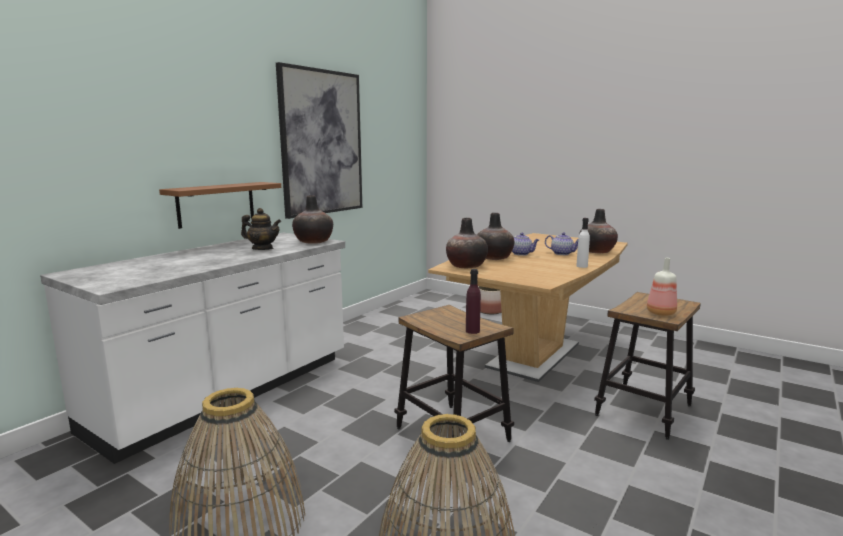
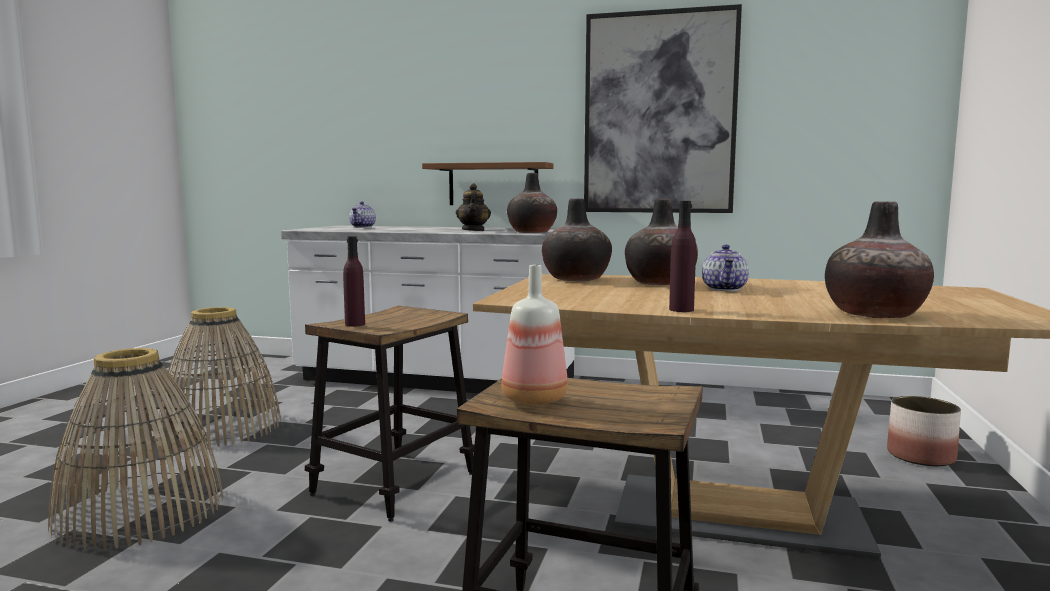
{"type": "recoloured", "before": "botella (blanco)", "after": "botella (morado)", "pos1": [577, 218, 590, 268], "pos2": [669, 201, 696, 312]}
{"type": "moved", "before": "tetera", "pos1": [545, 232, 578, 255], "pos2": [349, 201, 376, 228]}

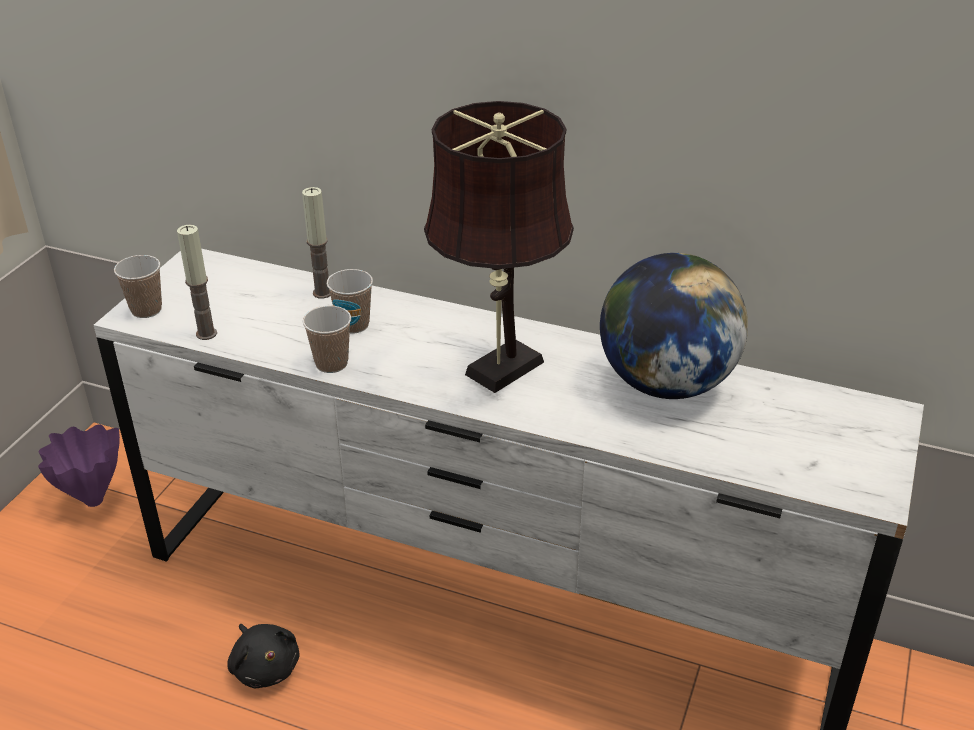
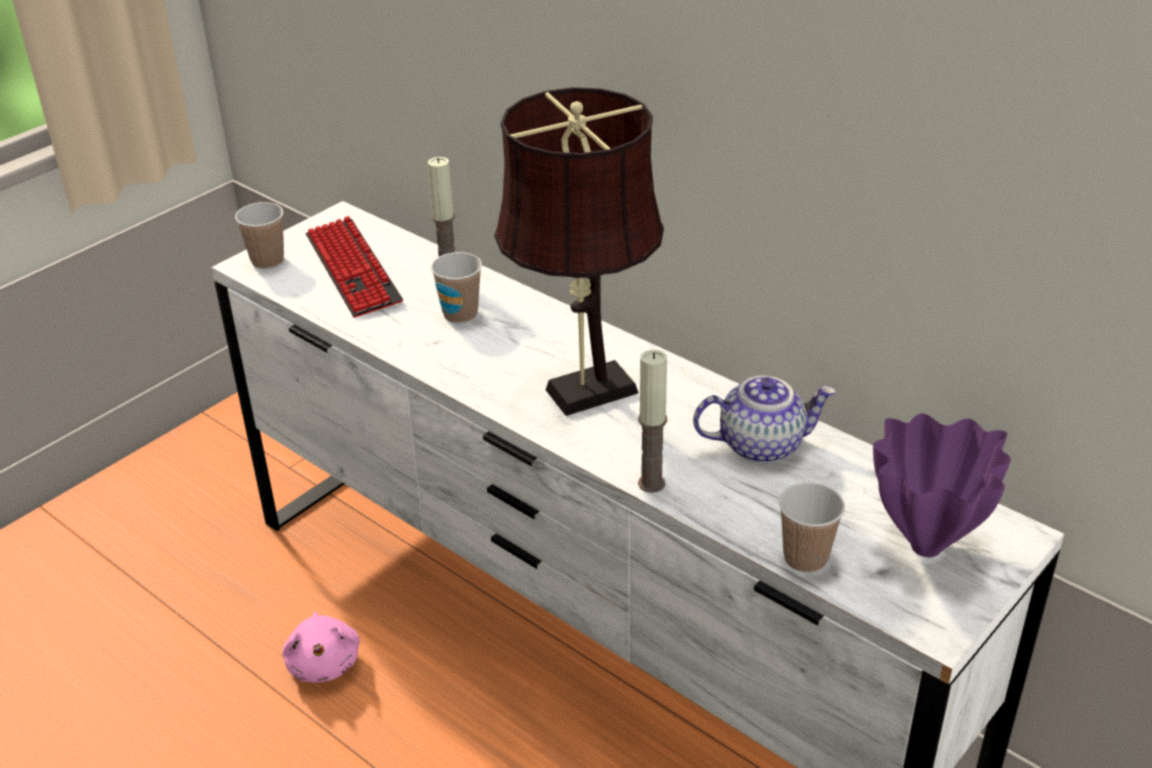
{"type": "moved", "before": "vela", "pos1": [177, 225, 217, 340], "pos2": [638, 350, 667, 493]}
{"type": "replaced", "before": "globo terráqueo", "after": "tetera", "pos1": [600, 253, 748, 399], "pos2": [693, 376, 836, 463]}
{"type": "moved", "before": "taza", "pos1": [303, 306, 351, 373], "pos2": [779, 482, 845, 573]}
{"type": "moved", "before": "florero (morado)", "pos1": [38, 424, 120, 507], "pos2": [873, 414, 1011, 557]}
{"type": "recoloured", "before": "peluche (negro)", "after": "peluche (rosa)", "pos1": [227, 624, 299, 688], "pos2": [282, 612, 360, 683]}
{"type": "added", "after": "teclado", "pos2": [306, 216, 403, 318]}

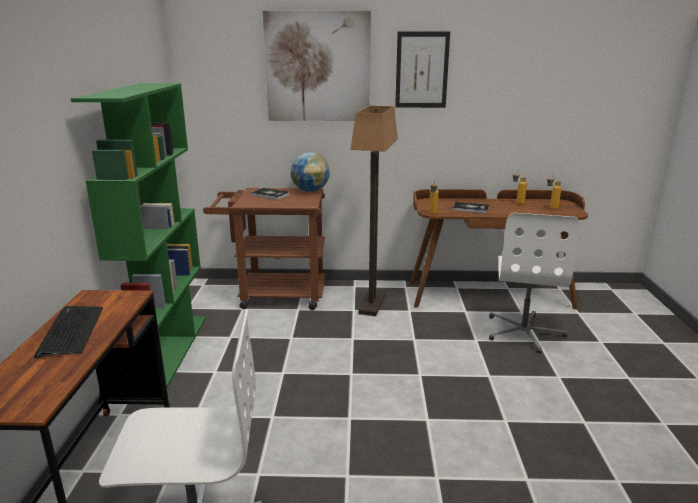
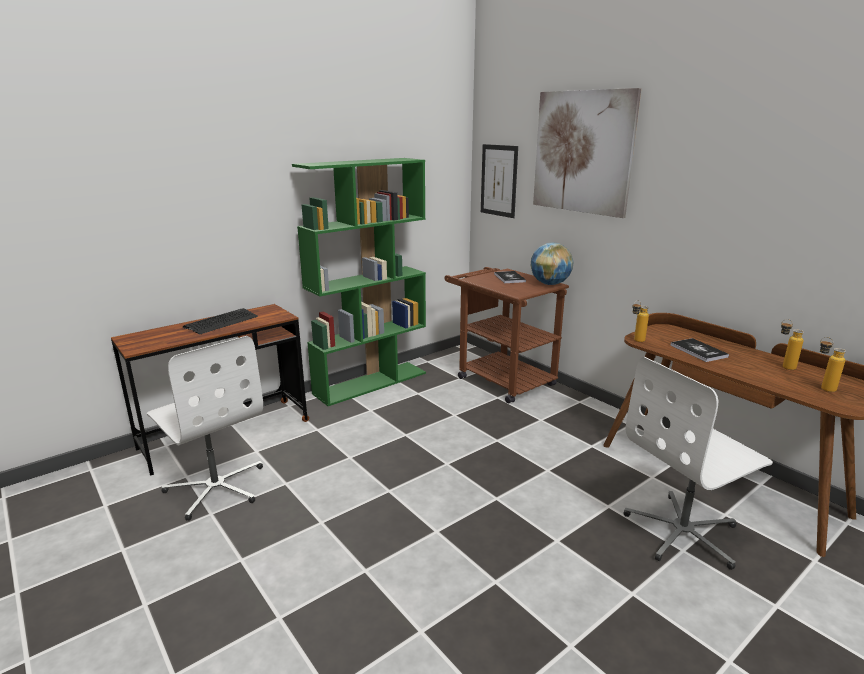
{"type": "moved", "before": "cuadro", "pos1": [395, 31, 450, 108], "pos2": [481, 144, 518, 218]}
{"type": "removed", "before": "lámpara de pie", "pos1": [350, 106, 398, 316]}

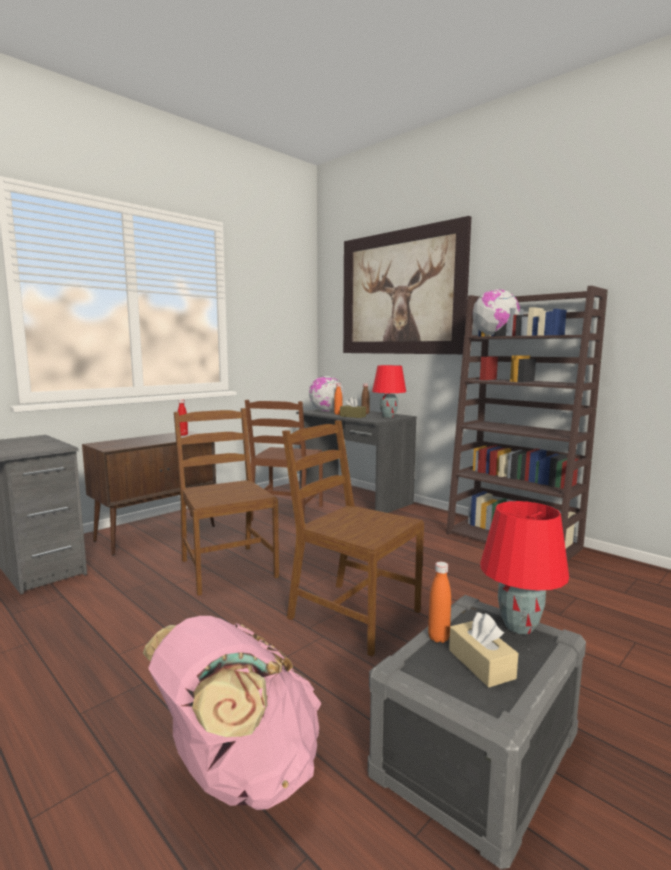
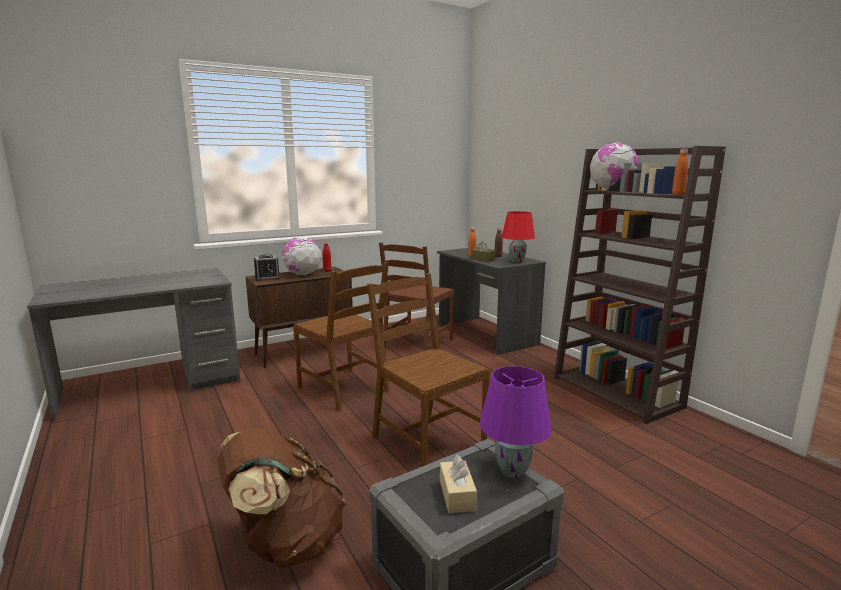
{"type": "removed", "before": "cuadro", "pos1": [343, 216, 471, 354]}
{"type": "moved", "before": "globo terráqueo", "pos1": [309, 376, 344, 411], "pos2": [282, 237, 322, 275]}
{"type": "turned", "before": "silla (marrón)", "pos1": [174, 408, 279, 596], "pos2": [293, 262, 390, 411], "turn": 150}
{"type": "recoloured", "before": "lámpara de mesa (rojo)", "after": "lámpara de mesa (morado)", "pos1": [480, 501, 569, 634], "pos2": [480, 366, 552, 478]}
{"type": "moved", "before": "botella (naranja)", "pos1": [428, 562, 451, 643], "pos2": [672, 149, 688, 195]}
{"type": "recoloured", "before": "mochila (rosa)", "after": "mochila (marrón)", "pos1": [143, 616, 321, 810], "pos2": [217, 428, 346, 568]}
{"type": "added", "after": "despertador", "pos2": [254, 254, 281, 281]}

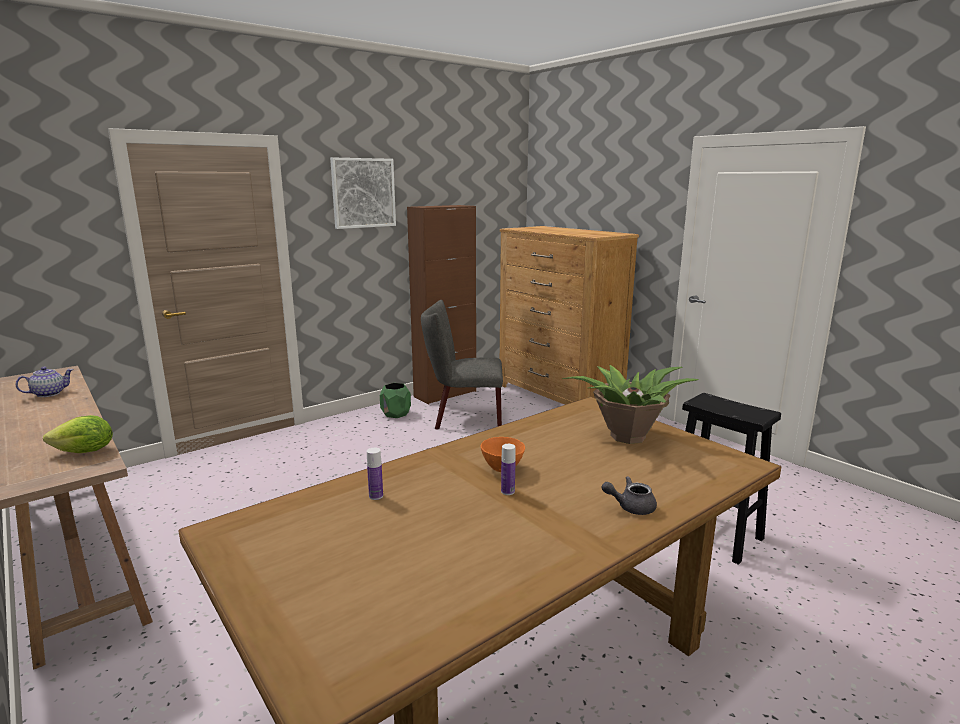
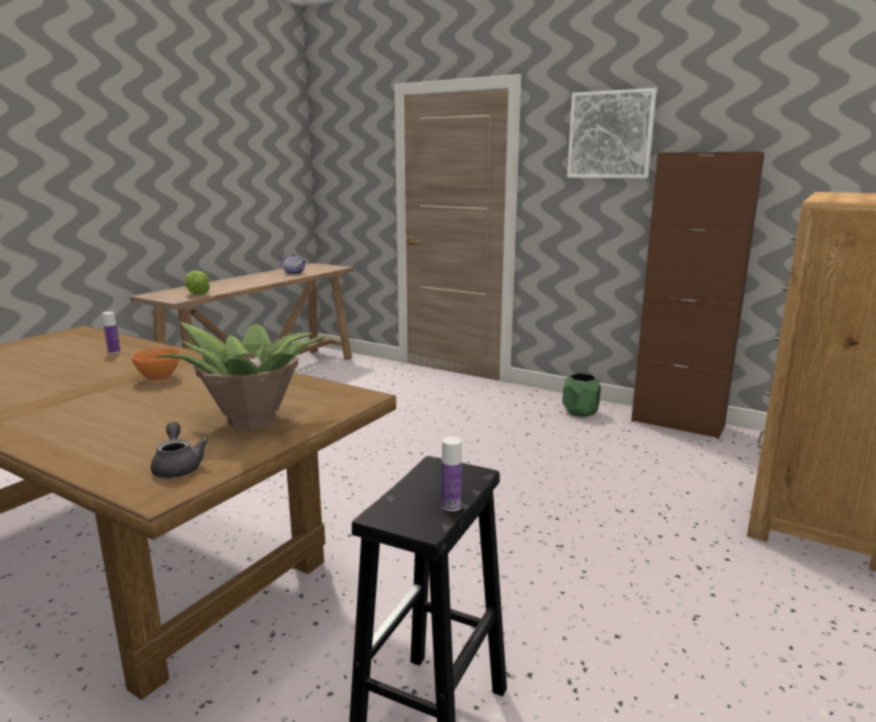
{"type": "removed", "before": "silla (gris)", "pos1": [421, 300, 503, 430]}
{"type": "moved", "before": "botella", "pos1": [501, 444, 516, 495], "pos2": [442, 437, 462, 511]}
{"type": "moved", "before": "tetera (gris)", "pos1": [602, 476, 657, 515], "pos2": [151, 422, 209, 478]}

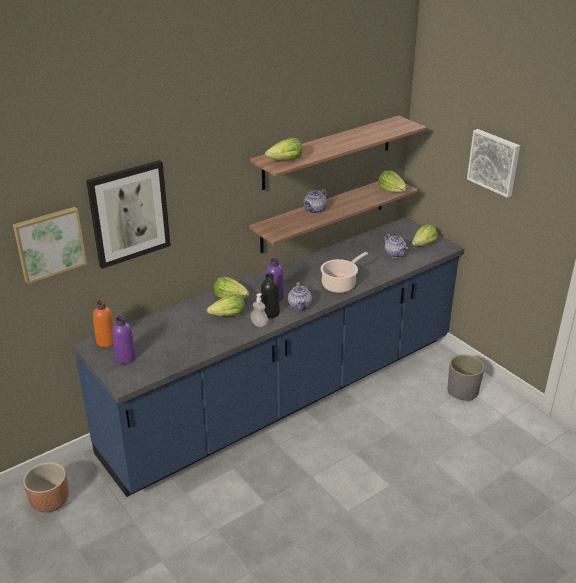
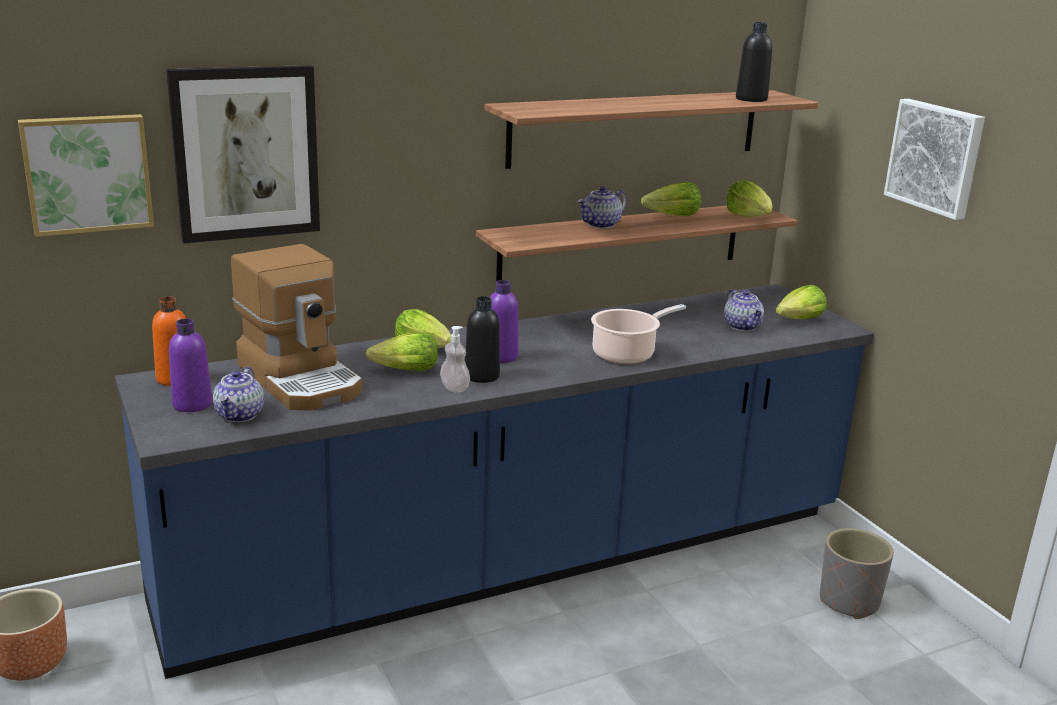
{"type": "moved", "before": "lechuga", "pos1": [265, 138, 303, 160], "pos2": [641, 182, 701, 216]}
{"type": "moved", "before": "tetera", "pos1": [288, 282, 312, 311], "pos2": [213, 367, 264, 422]}
{"type": "added", "after": "botella (negro)", "pos2": [736, 22, 772, 102]}
{"type": "added", "after": "cafetera", "pos2": [231, 244, 362, 411]}

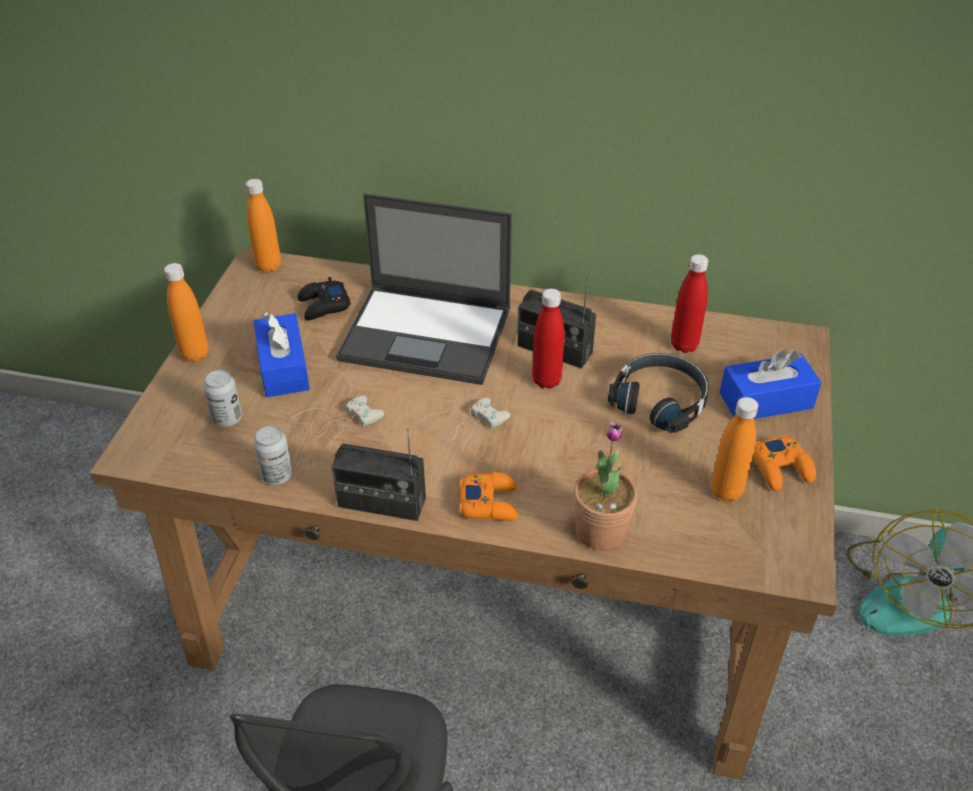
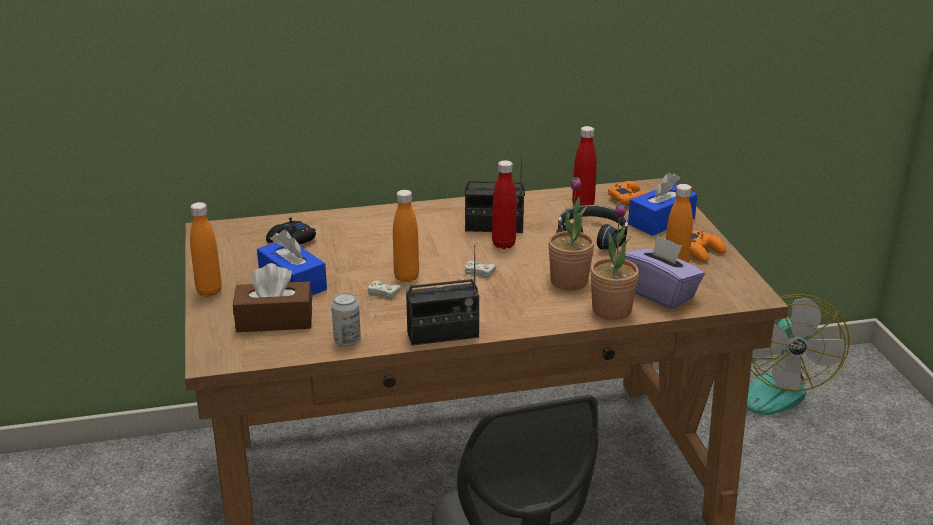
{"type": "moved", "before": "botella (naranja)", "pos1": [246, 179, 281, 273], "pos2": [393, 190, 419, 282]}
{"type": "removed", "before": "portátil", "pos1": [336, 193, 512, 385]}
{"type": "replaced", "before": "lata", "after": "caja de pañuelos (marrón)", "pos1": [204, 370, 242, 427], "pos2": [233, 263, 312, 332]}
{"type": "moved", "before": "mando de consola (naranja)", "pos1": [460, 472, 518, 521], "pos2": [608, 181, 648, 206]}
{"type": "added", "after": "planta en maceta", "pos2": [548, 177, 594, 290]}
{"type": "added", "after": "caja de pañuelos (morado)", "pos2": [625, 235, 705, 309]}

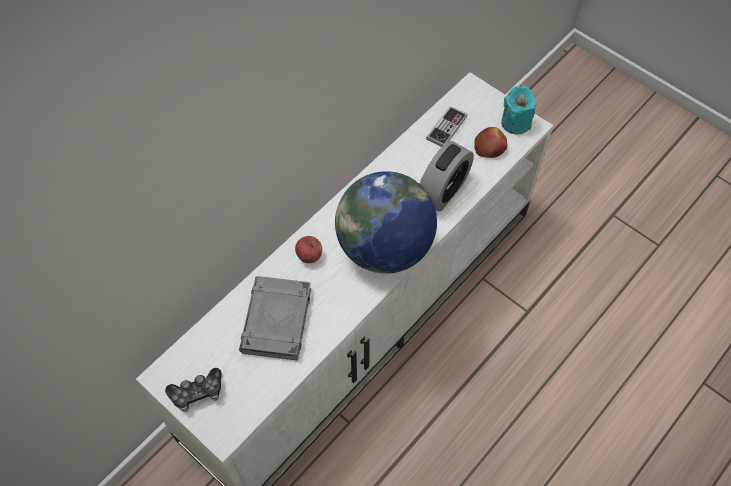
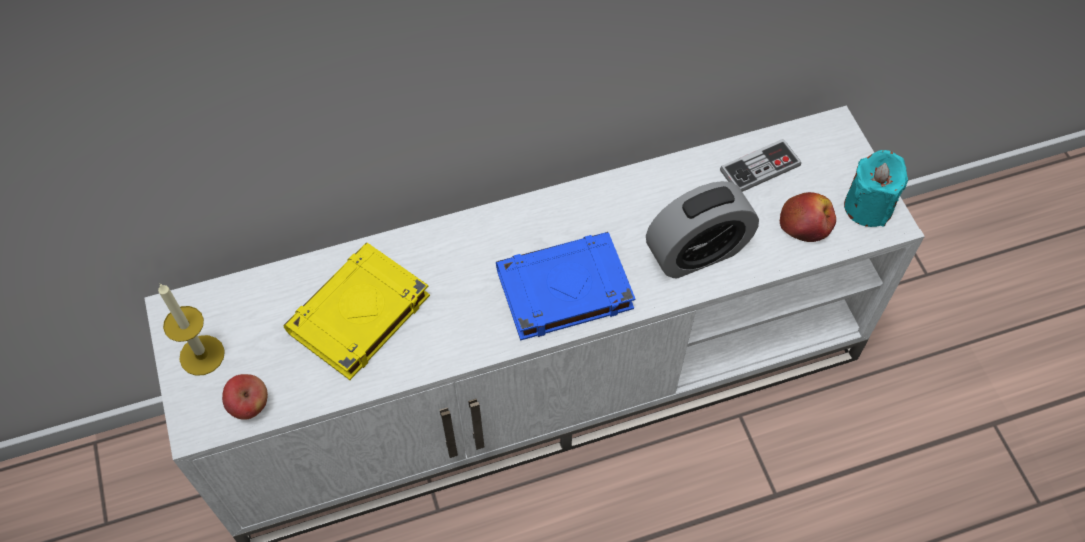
{"type": "replaced", "before": "globo terráqueo", "after": "libro (azul)", "pos1": [335, 171, 437, 274], "pos2": [496, 232, 635, 341]}
{"type": "moved", "before": "manzana", "pos1": [295, 236, 322, 263], "pos2": [222, 374, 268, 420]}
{"type": "recoloured", "before": "libro (gris)", "after": "libro (amarillo)", "pos1": [239, 276, 311, 361], "pos2": [283, 243, 430, 380]}
{"type": "replaced", "before": "mando de consola", "after": "vela", "pos1": [165, 368, 222, 412], "pos2": [158, 283, 225, 376]}

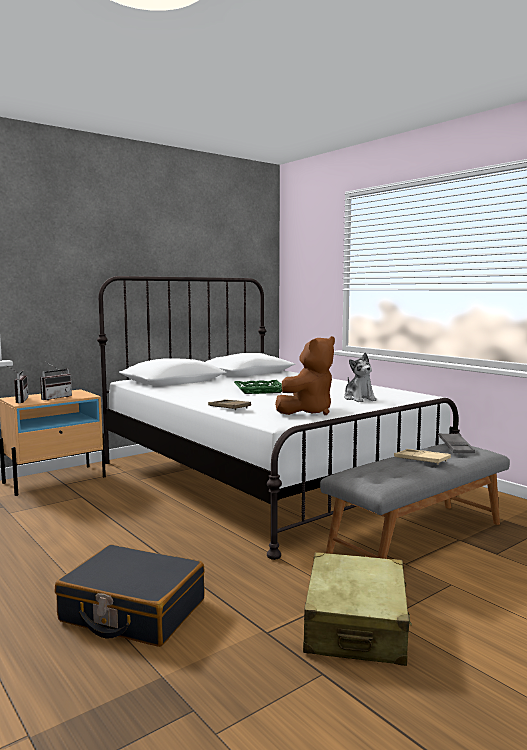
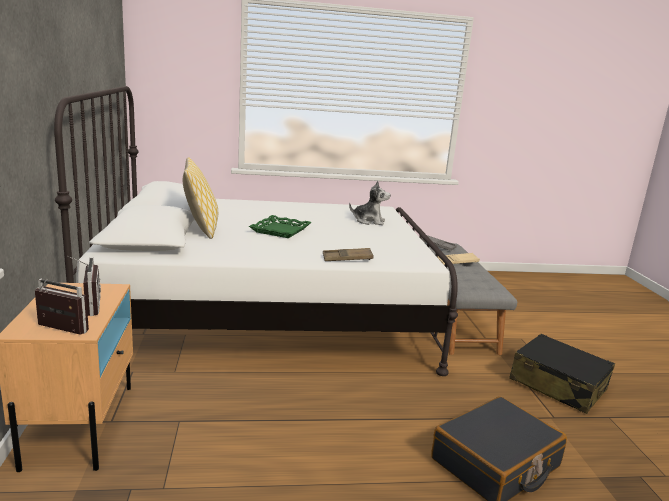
{"type": "removed", "before": "peluche (marrón)", "pos1": [275, 336, 335, 415]}
{"type": "recoloured", "before": "maleta (beis)", "after": "maleta (negro)", "pos1": [303, 552, 412, 666], "pos2": [509, 334, 615, 414]}
{"type": "added", "after": "cojín", "pos2": [183, 157, 218, 239]}

